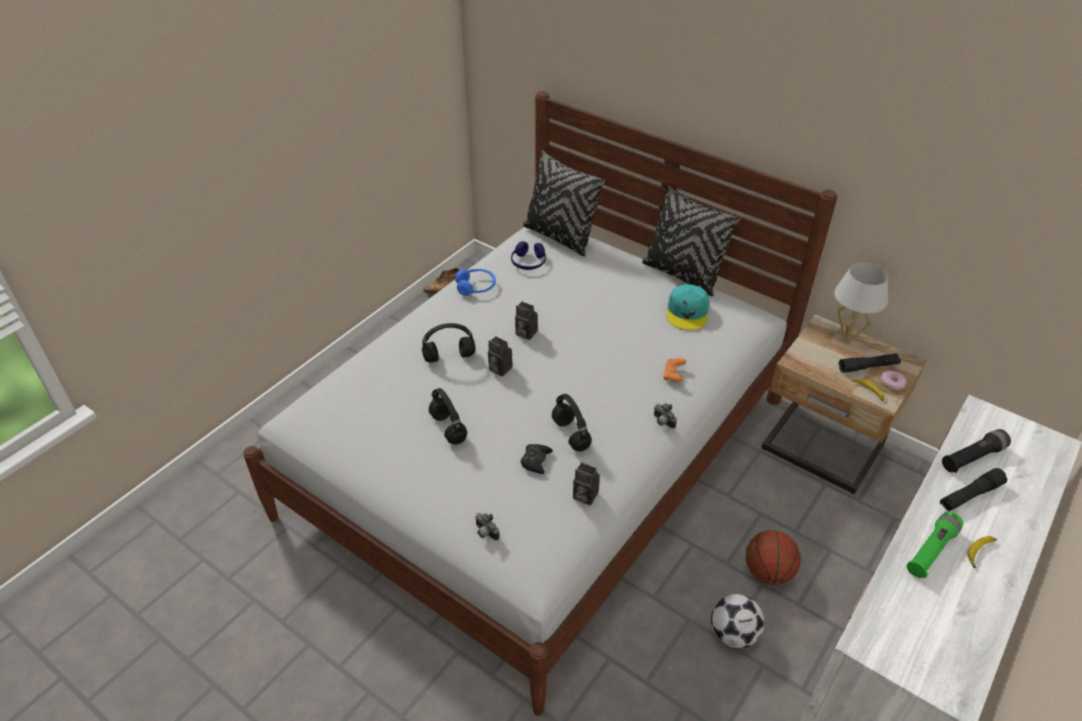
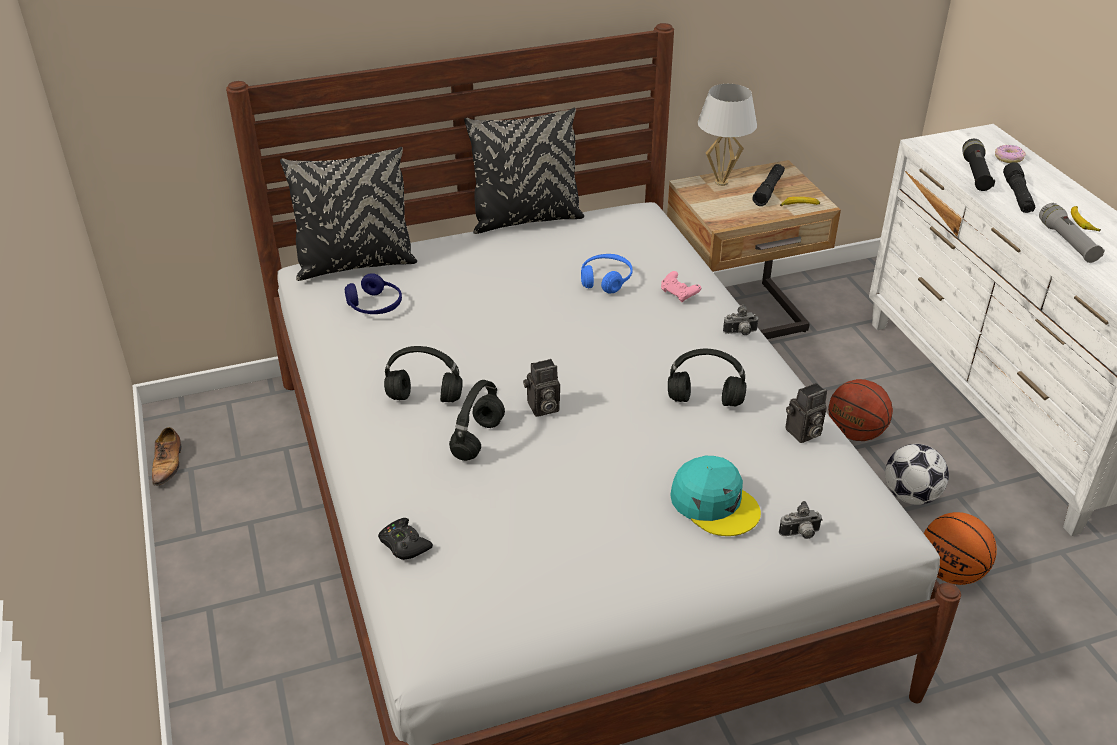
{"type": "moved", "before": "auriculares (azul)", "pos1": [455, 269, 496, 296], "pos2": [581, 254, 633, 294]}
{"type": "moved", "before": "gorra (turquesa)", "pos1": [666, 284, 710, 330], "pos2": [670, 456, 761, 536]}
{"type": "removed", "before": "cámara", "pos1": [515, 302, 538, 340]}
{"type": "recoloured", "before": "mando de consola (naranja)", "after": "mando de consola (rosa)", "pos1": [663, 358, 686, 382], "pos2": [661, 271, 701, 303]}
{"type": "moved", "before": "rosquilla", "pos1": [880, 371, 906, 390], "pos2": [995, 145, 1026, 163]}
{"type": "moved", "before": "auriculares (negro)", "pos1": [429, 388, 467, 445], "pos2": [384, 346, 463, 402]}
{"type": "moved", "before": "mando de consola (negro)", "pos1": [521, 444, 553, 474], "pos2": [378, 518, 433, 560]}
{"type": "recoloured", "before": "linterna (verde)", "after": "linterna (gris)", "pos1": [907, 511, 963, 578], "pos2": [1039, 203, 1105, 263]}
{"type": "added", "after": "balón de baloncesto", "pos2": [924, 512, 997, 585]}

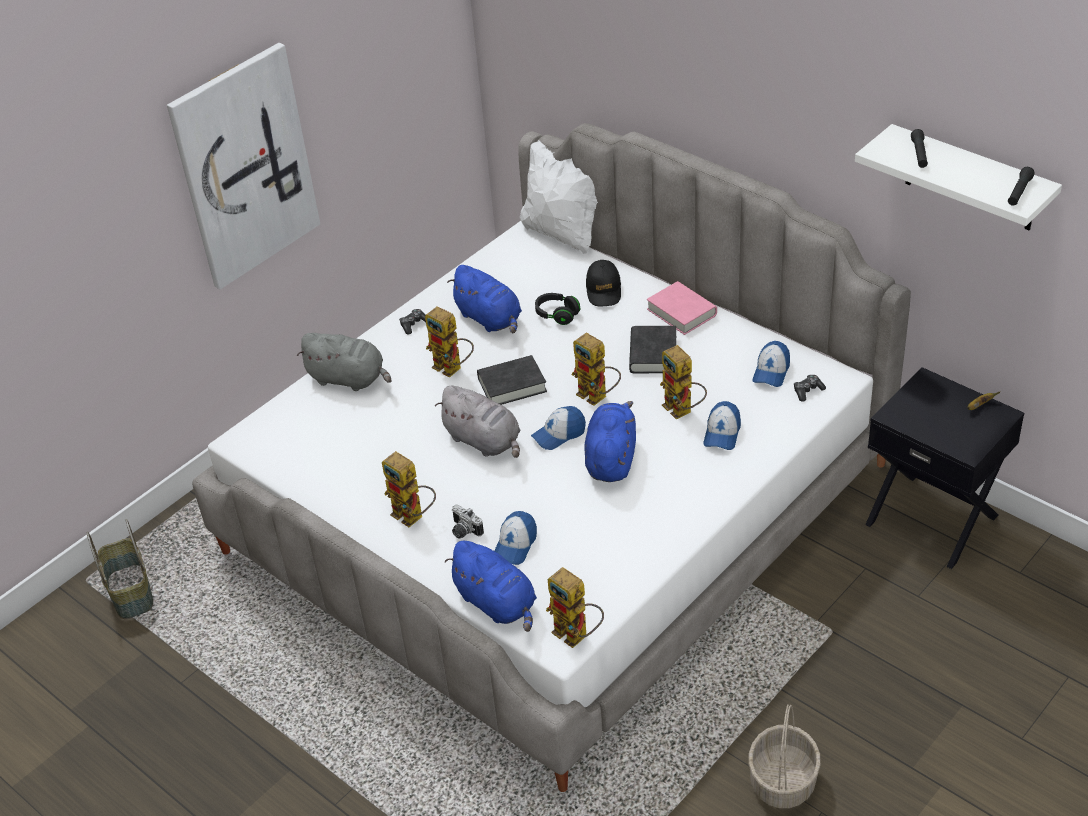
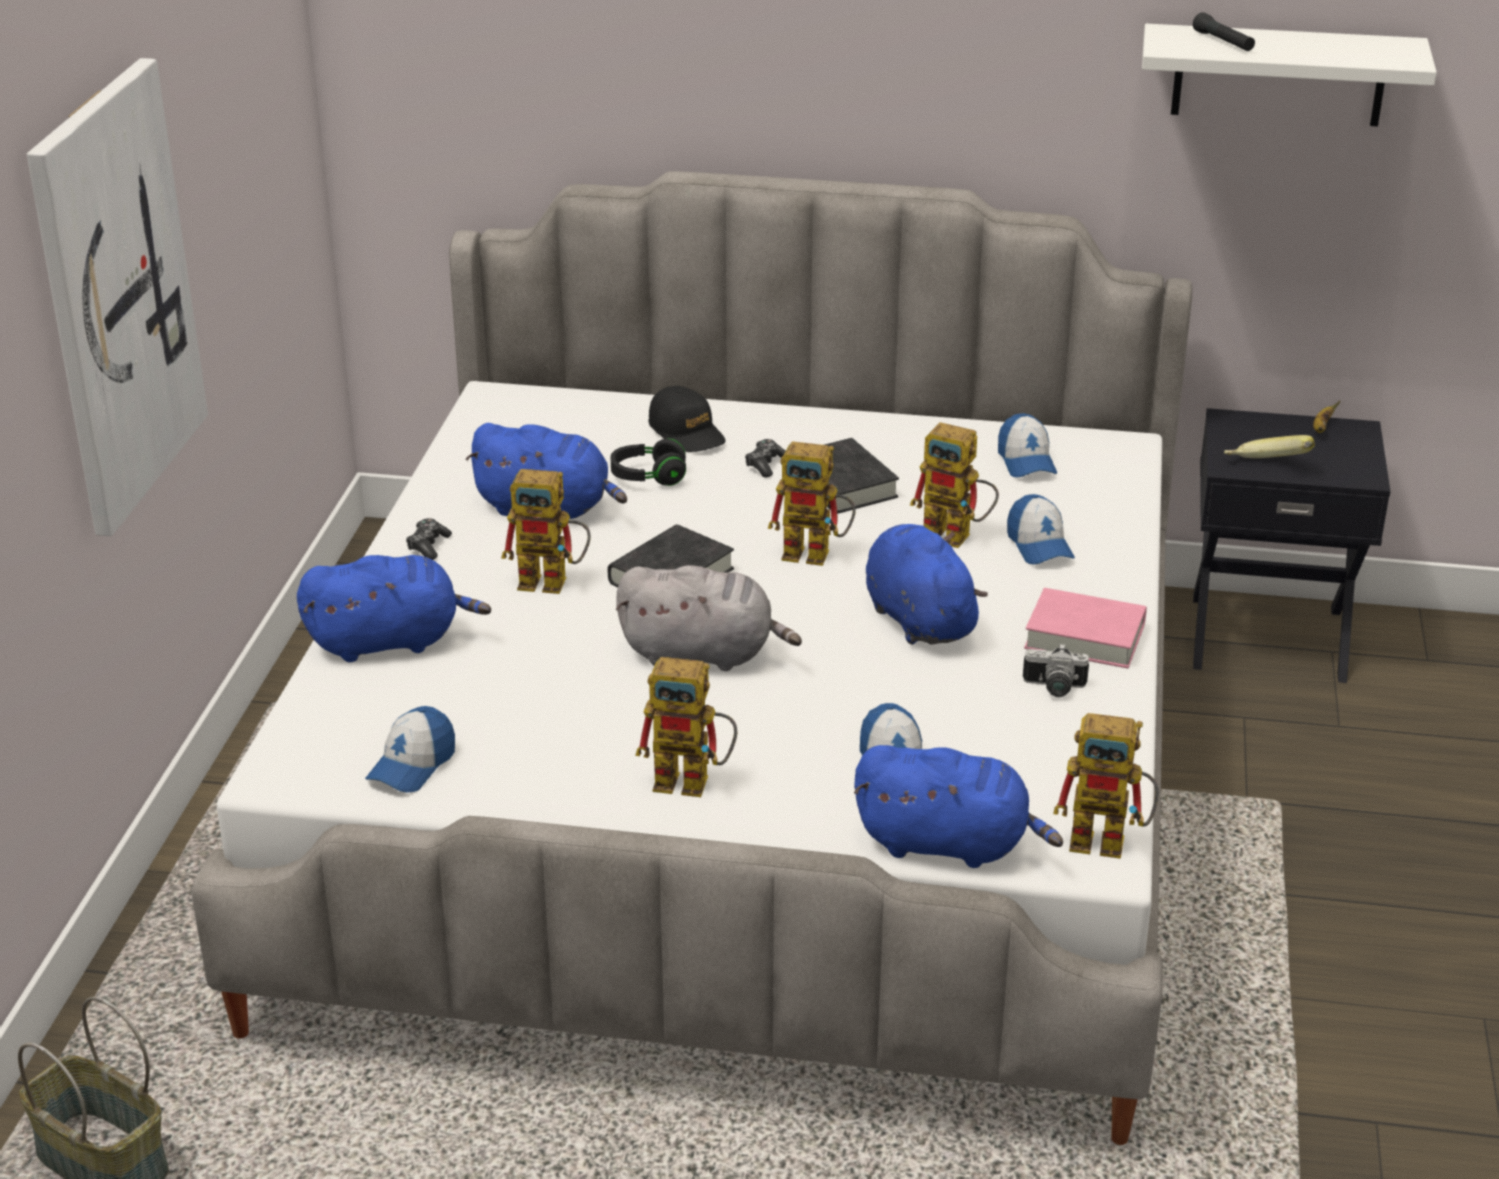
{"type": "removed", "before": "cojín (blanco)", "pos1": [520, 140, 598, 254]}
{"type": "removed", "before": "linterna (negro)", "pos1": [1008, 167, 1035, 206]}
{"type": "moved", "before": "libro (rosa)", "pos1": [647, 281, 717, 335], "pos2": [1024, 588, 1147, 668]}
{"type": "recoloured", "before": "peluche (gris)", "after": "peluche (azul)", "pos1": [297, 333, 391, 391], "pos2": [297, 555, 491, 662]}
{"type": "moved", "before": "mando de consola", "pos1": [794, 375, 826, 402], "pos2": [745, 439, 786, 478]}
{"type": "moved", "before": "gorra", "pos1": [531, 406, 586, 450], "pos2": [365, 706, 455, 793]}
{"type": "moved", "before": "cámara", "pos1": [452, 504, 484, 539], "pos2": [1023, 643, 1089, 697]}
{"type": "removed", "before": "cesta", "pos1": [749, 704, 821, 808]}
{"type": "added", "after": "plátano", "pos2": [1224, 435, 1315, 458]}

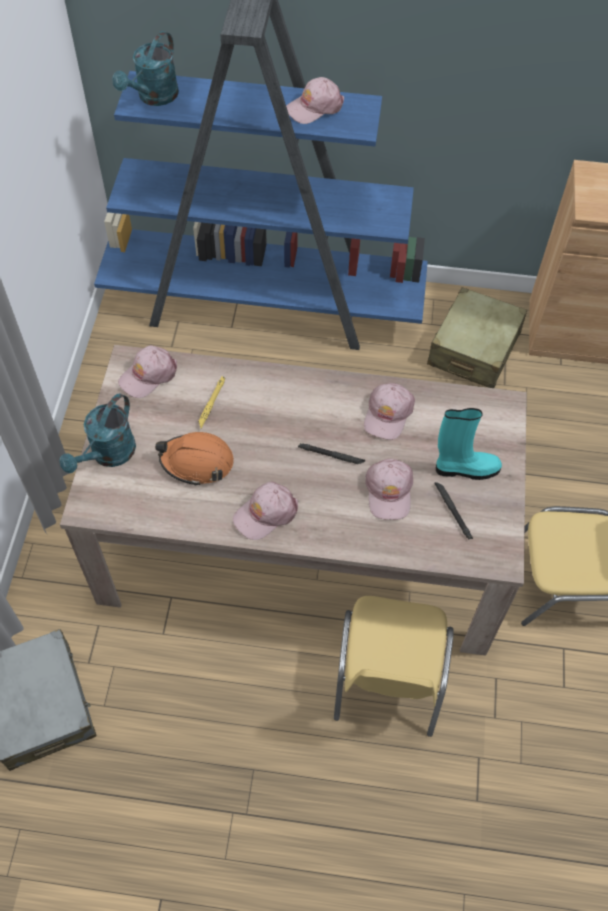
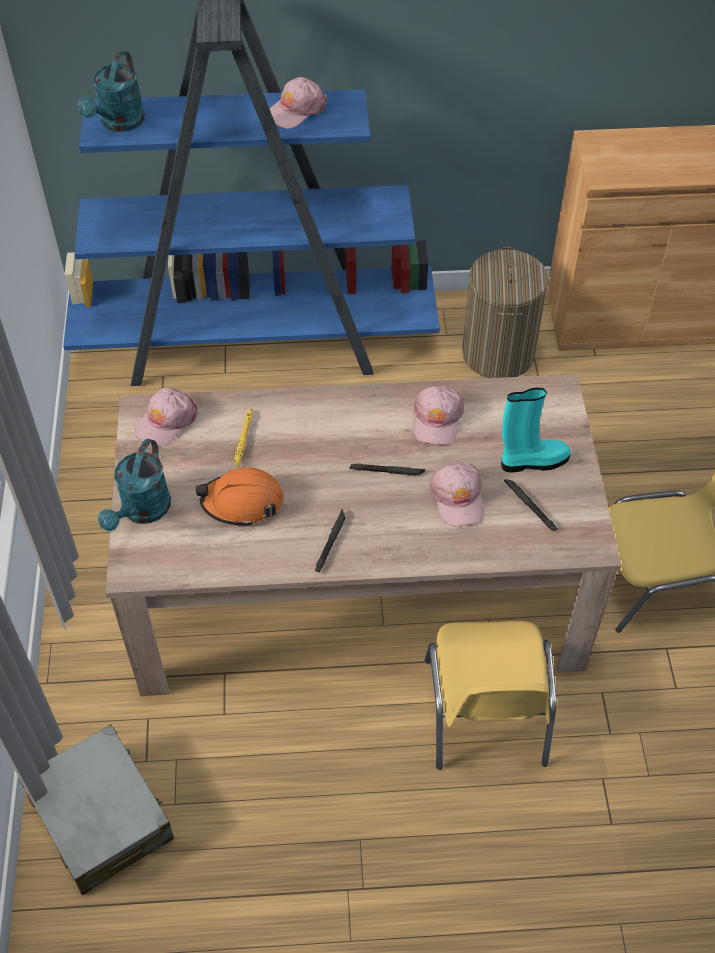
{"type": "replaced", "before": "maleta (beis)", "after": "cesto de la ropa", "pos1": [427, 287, 527, 388], "pos2": [462, 246, 548, 378]}
{"type": "replaced", "before": "gorra (rosa)", "after": "linterna (negro)", "pos1": [233, 482, 298, 540], "pos2": [315, 509, 346, 573]}

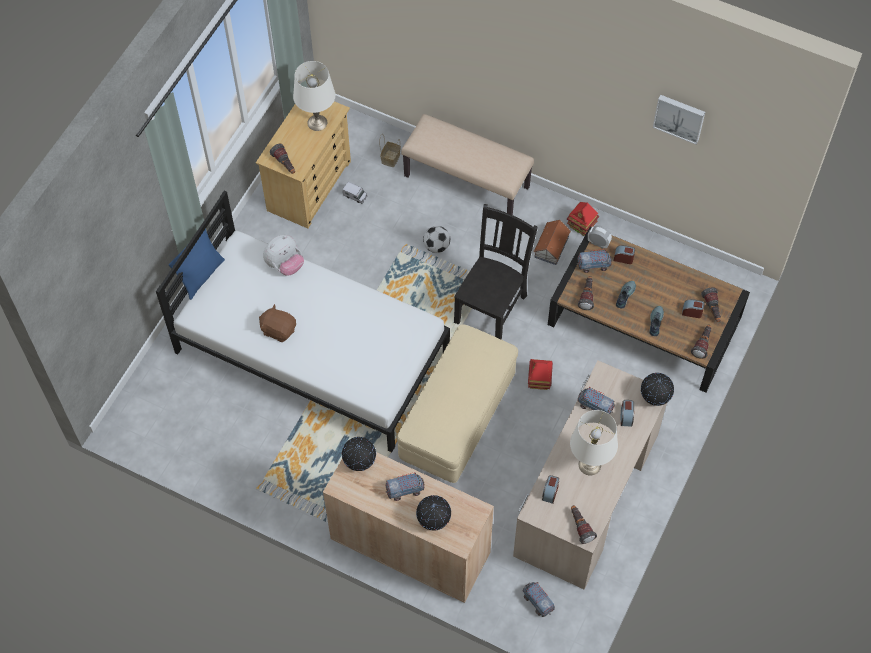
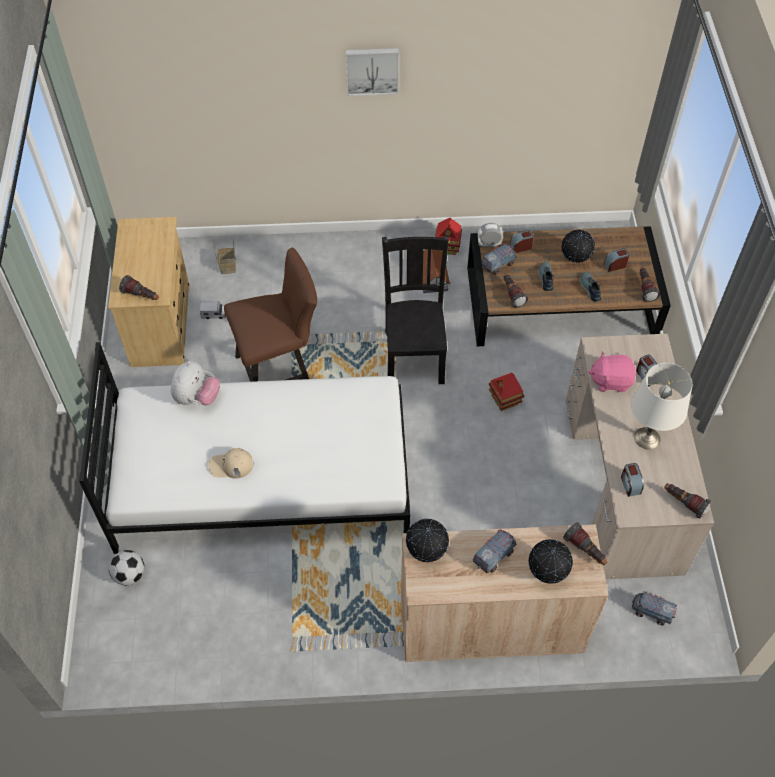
{"type": "removed", "before": "lámpara de mesa (blanco)", "pos1": [293, 61, 335, 131]}
{"type": "moved", "before": "cuadro", "pos1": [653, 95, 705, 145], "pos2": [346, 48, 399, 96]}
{"type": "removed", "before": "banco (beis)", "pos1": [401, 114, 534, 215]}
{"type": "moved", "before": "balón de fútbol", "pos1": [423, 226, 450, 253], "pos2": [109, 550, 144, 585]}
{"type": "removed", "before": "cojín (azul)", "pos1": [169, 229, 225, 300]}
{"type": "moved", "before": "linterna", "pos1": [701, 287, 721, 322], "pos2": [563, 522, 608, 565]}
{"type": "replaced", "before": "peluche (marrón)", "after": "gorra (beis)", "pos1": [259, 304, 296, 342], "pos2": [208, 448, 254, 479]}
{"type": "removed", "before": "puf (beis)", "pos1": [397, 324, 518, 483]}
{"type": "moved", "before": "globo terráqueo", "pos1": [641, 373, 674, 406], "pos2": [562, 230, 595, 263]}
{"type": "replaced", "before": "camión de juguete", "after": "peluche (rosa)", "pos1": [577, 387, 615, 414], "pos2": [588, 352, 636, 392]}
{"type": "added", "after": "silla (marrón)", "pos2": [224, 248, 317, 382]}

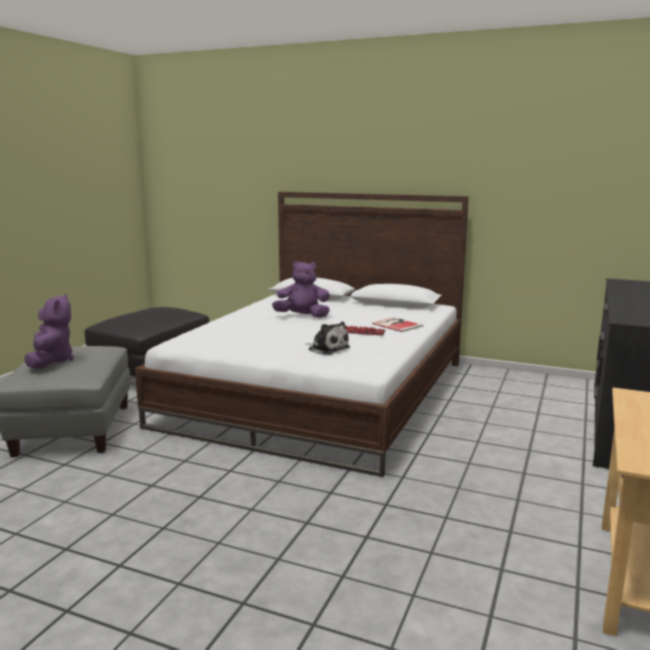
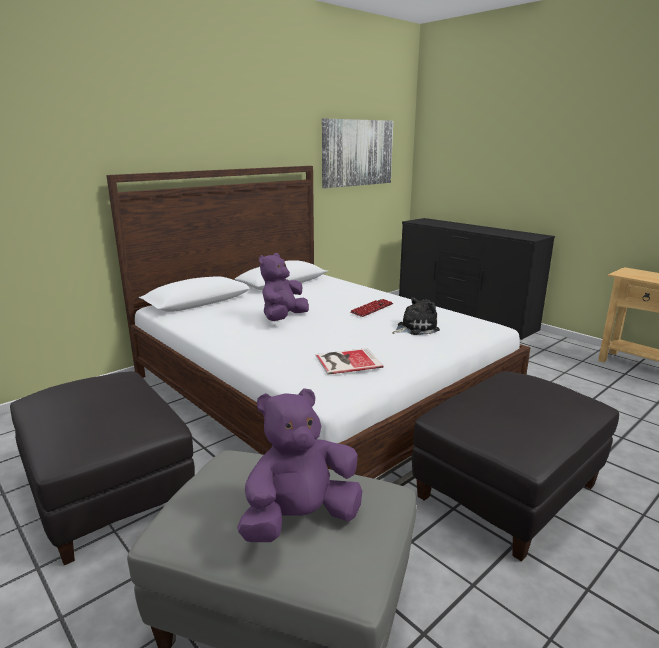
{"type": "turned", "before": "peluche (morado)", "pos1": [24, 294, 74, 369], "pos2": [237, 388, 362, 542], "turn": -45}
{"type": "moved", "before": "libro", "pos1": [372, 317, 424, 332], "pos2": [316, 348, 383, 375]}
{"type": "added", "after": "cuadro", "pos2": [322, 119, 393, 188]}
{"type": "added", "after": "puf (negro)", "pos2": [412, 371, 619, 561]}

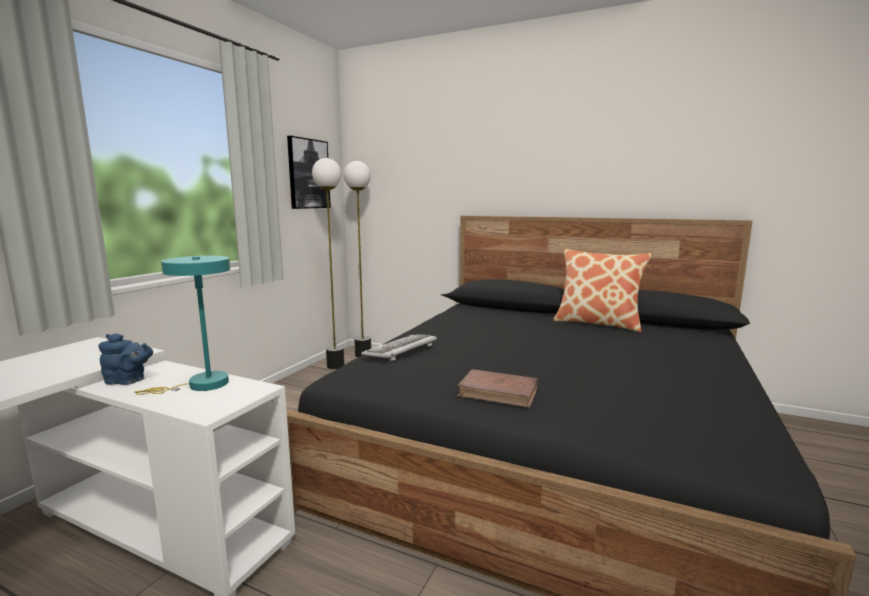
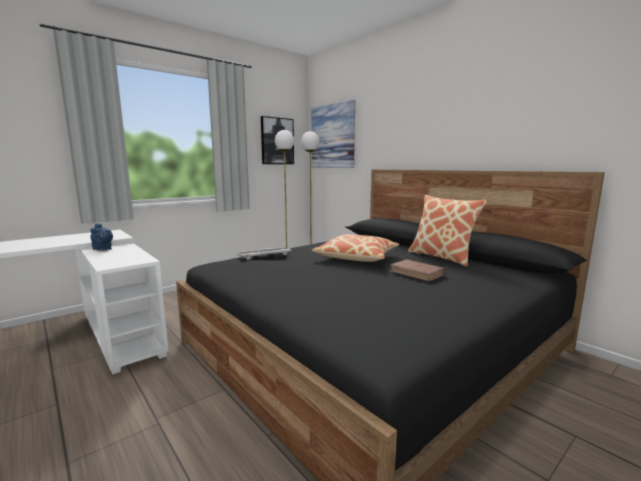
{"type": "removed", "before": "lámpara de mesa (turquesa)", "pos1": [134, 256, 230, 395]}
{"type": "moved", "before": "libro (marrón)", "pos1": [457, 369, 538, 408], "pos2": [390, 259, 445, 281]}
{"type": "added", "after": "cuadro", "pos2": [312, 100, 355, 168]}
{"type": "added", "after": "cojín", "pos2": [312, 234, 399, 262]}

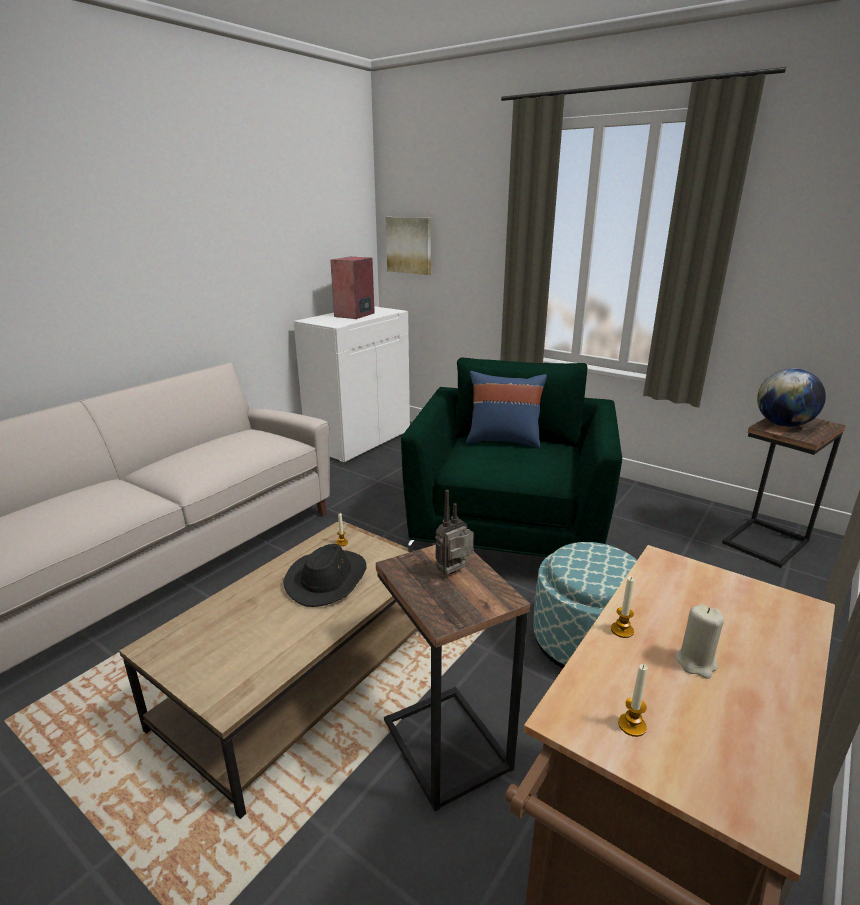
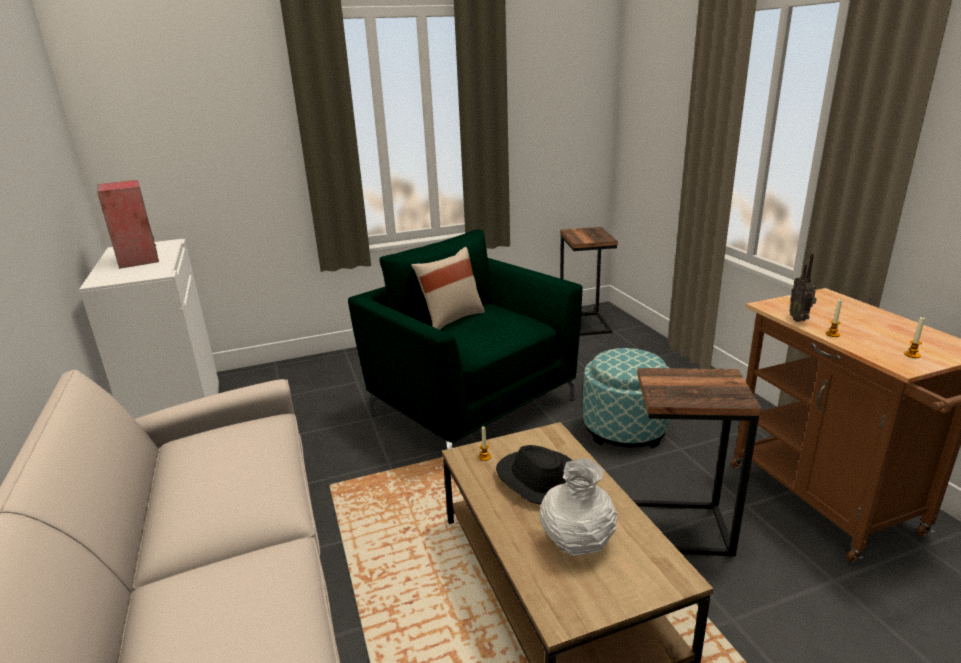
{"type": "removed", "before": "cuadro", "pos1": [386, 217, 431, 275]}
{"type": "removed", "before": "globo terráqueo", "pos1": [757, 368, 826, 427]}
{"type": "recoloured", "before": "cojín (azul)", "after": "cojín (beis)", "pos1": [466, 371, 547, 448], "pos2": [411, 247, 485, 330]}
{"type": "moved", "before": "radio", "pos1": [435, 490, 474, 574], "pos2": [789, 253, 817, 322]}
{"type": "removed", "before": "vela (beis)", "pos1": [676, 604, 724, 679]}
{"type": "added", "after": "florero (blanco)", "pos2": [540, 458, 617, 556]}

